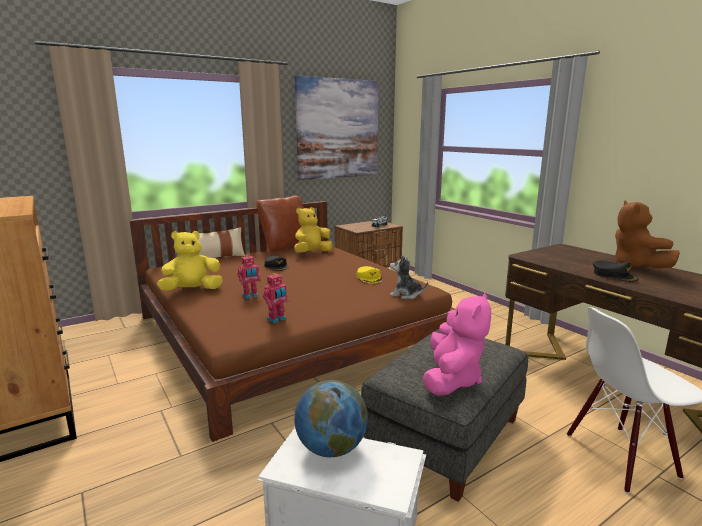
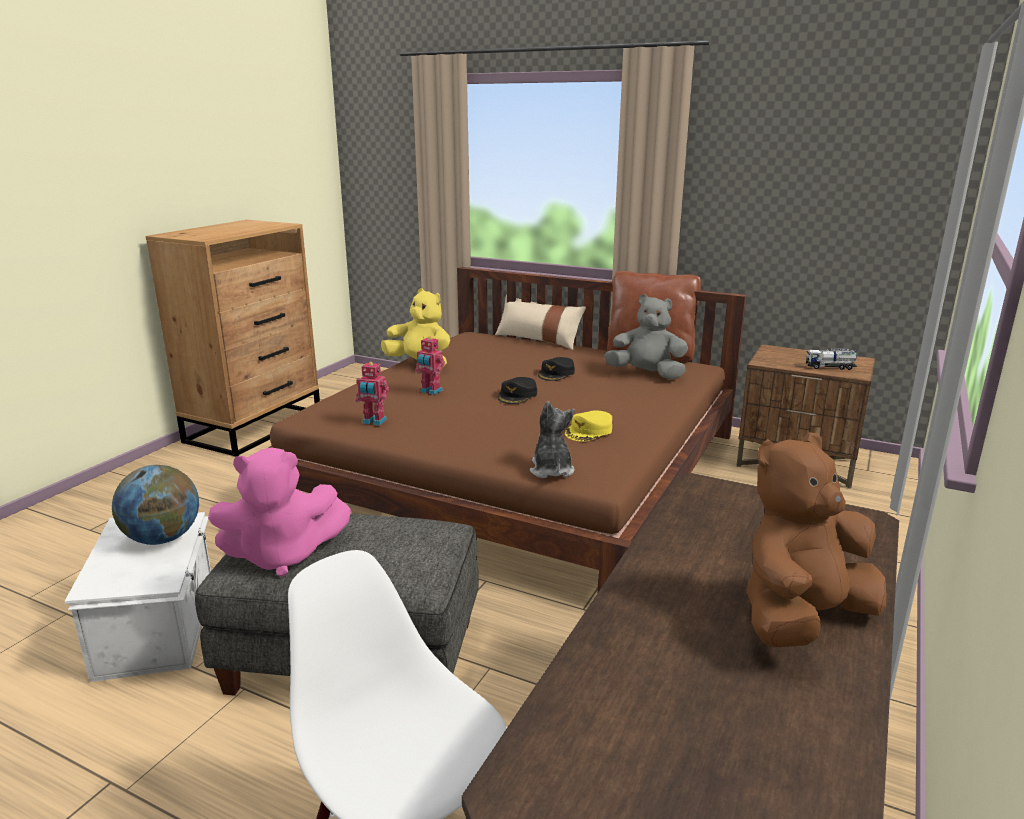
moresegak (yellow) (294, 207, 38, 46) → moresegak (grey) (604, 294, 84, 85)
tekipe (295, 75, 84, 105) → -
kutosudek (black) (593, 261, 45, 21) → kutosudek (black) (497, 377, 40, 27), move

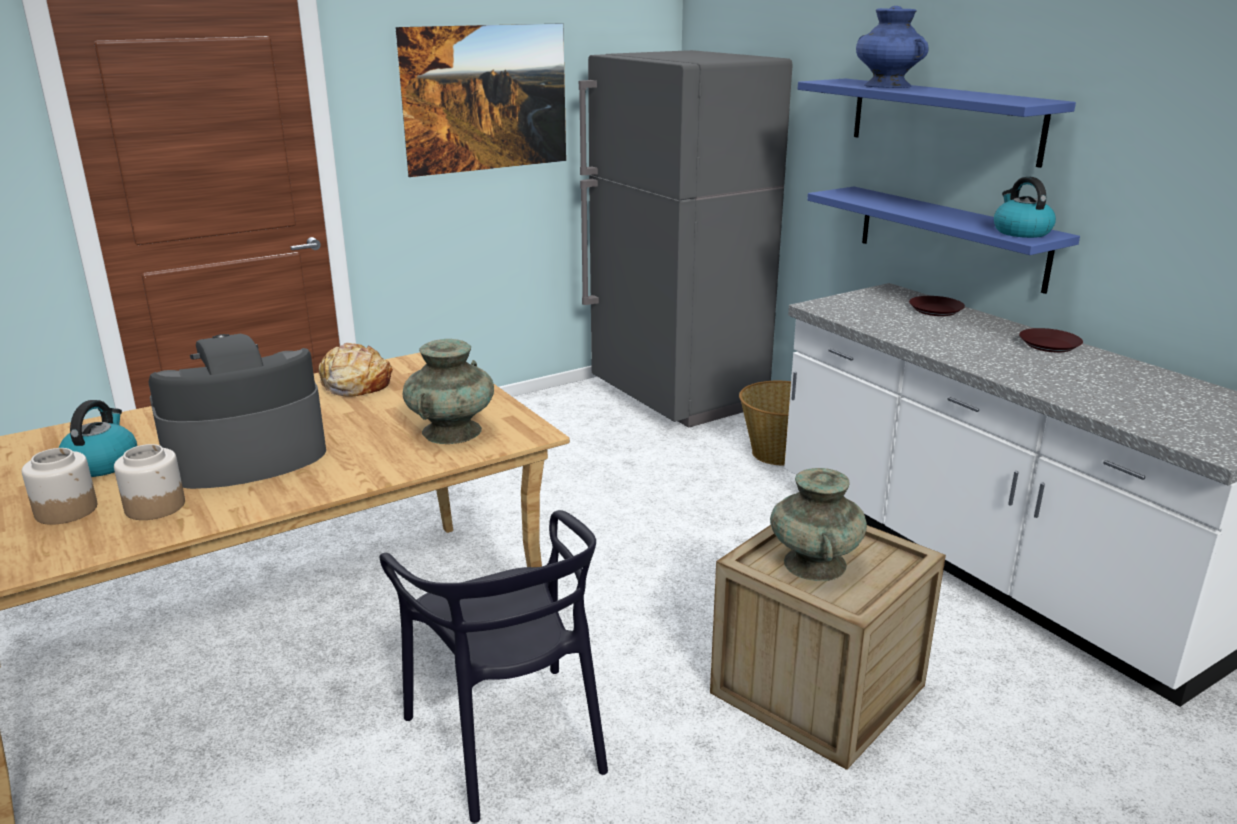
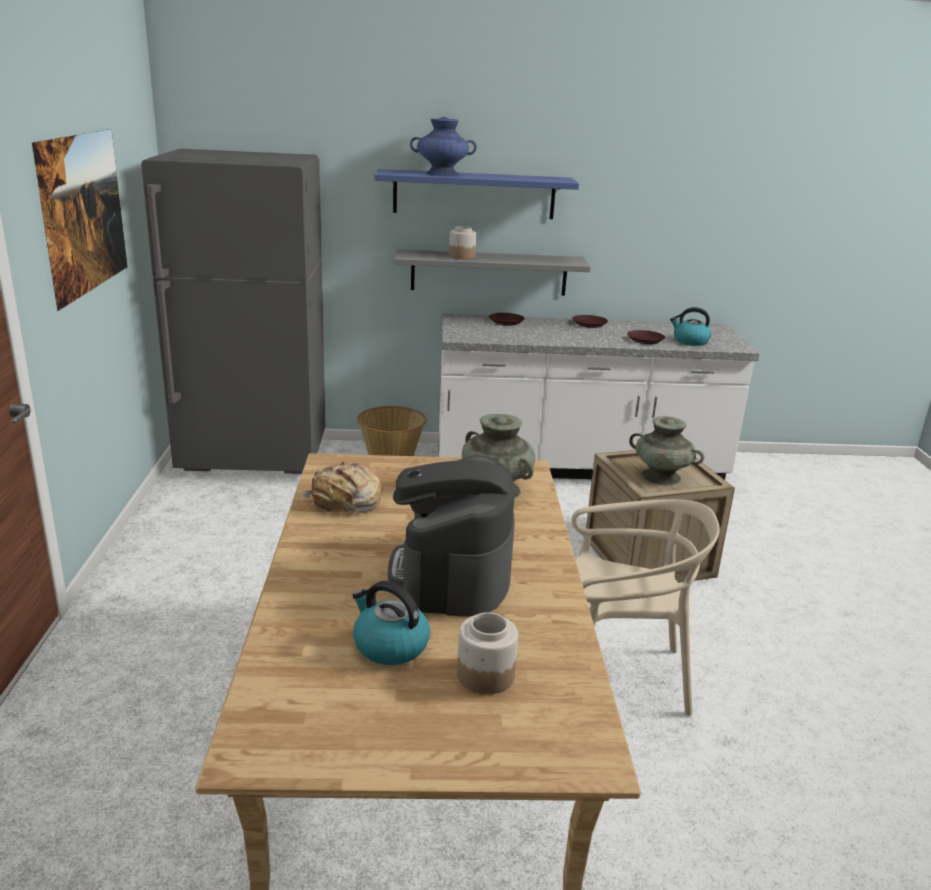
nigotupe (114, 444, 71, 76) → nigotupe (449, 226, 27, 33), move
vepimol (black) (380, 510, 228, 313) → vepimol (beige) (572, 499, 148, 217)
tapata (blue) (807, 187, 273, 107) → tapata (grey) (394, 249, 197, 47)
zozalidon (994, 177, 62, 61) → zozalidon (670, 307, 41, 39), move
- → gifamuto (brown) (627, 330, 38, 14)

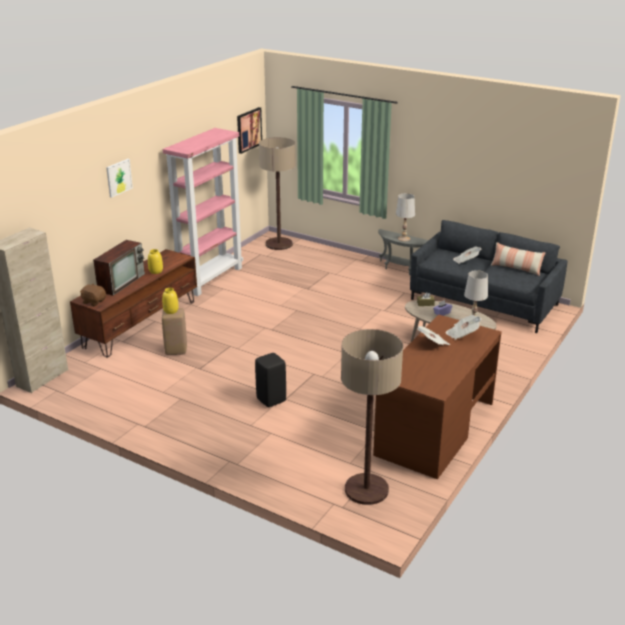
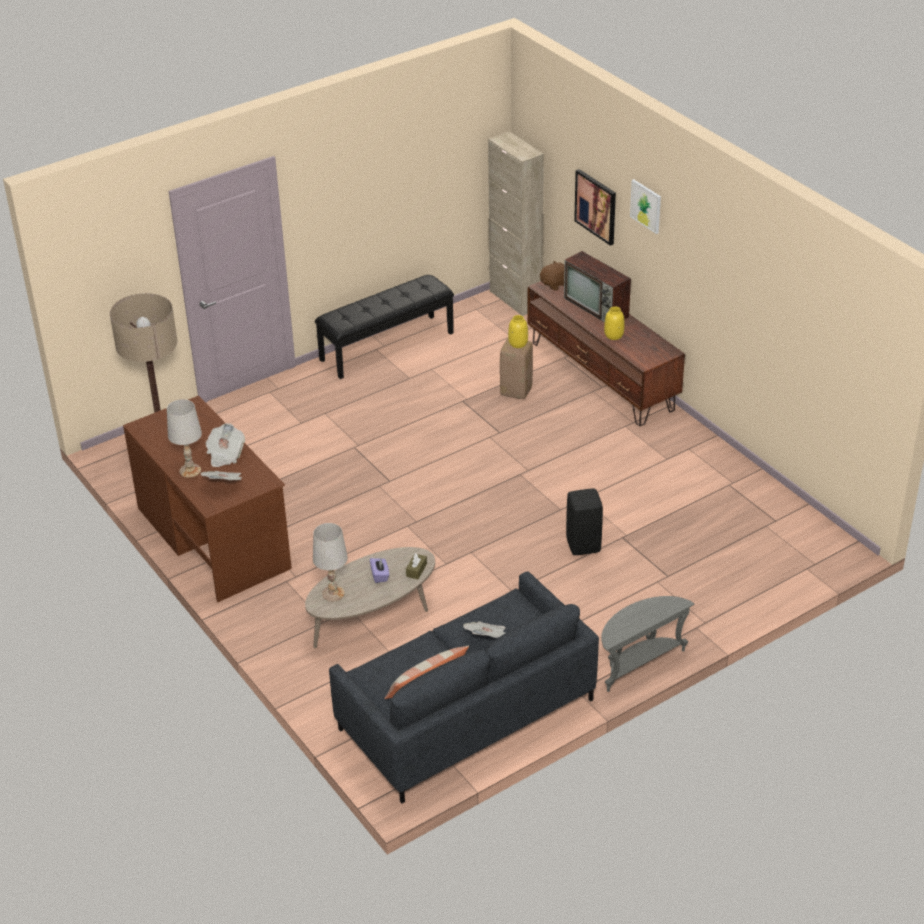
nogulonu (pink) (162, 128, 81, 168) → -
tekipe (237, 107, 25, 47) → tekipe (574, 169, 42, 77), move
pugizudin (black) (255, 353, 31, 54) → pugizudin (black) (566, 489, 37, 66), move
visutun (259, 137, 37, 113) → -
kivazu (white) (396, 193, 19, 49) → kivazu (white) (167, 399, 35, 79), move
- → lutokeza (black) (315, 275, 139, 104)

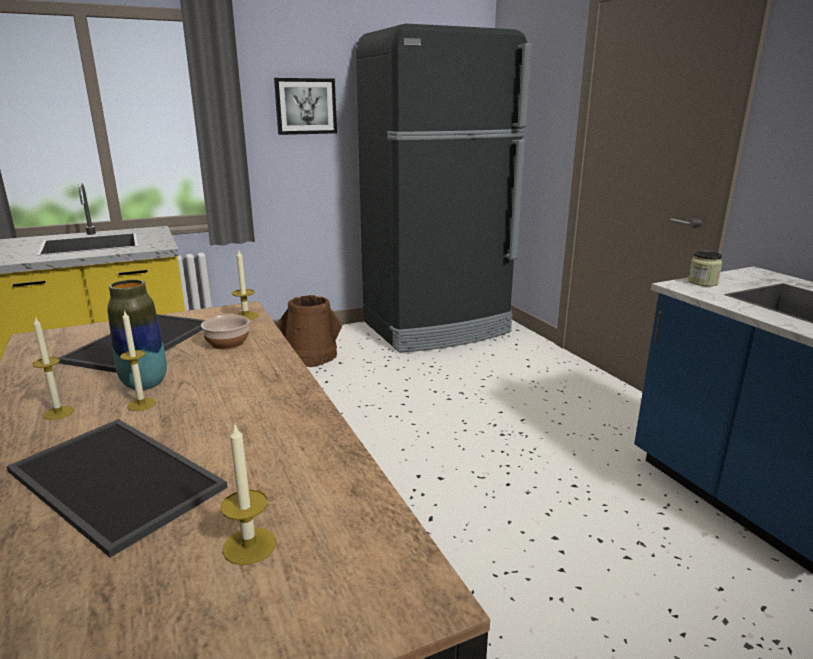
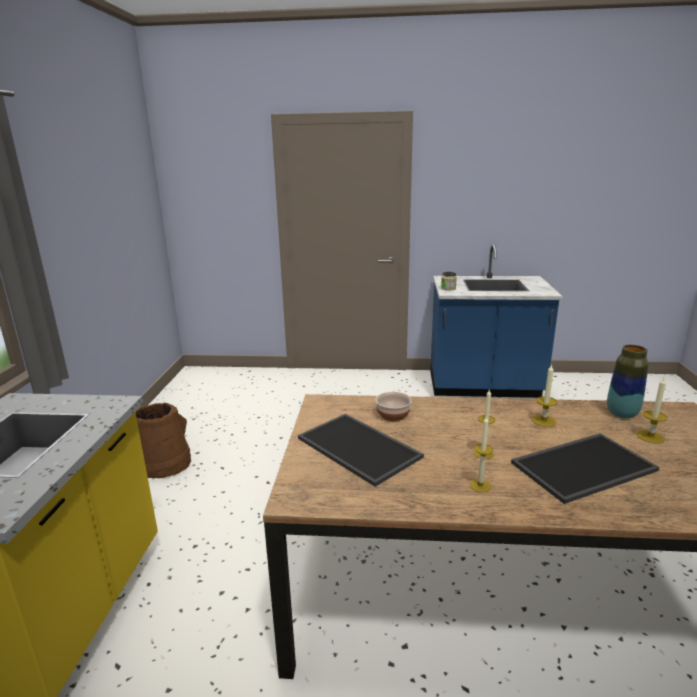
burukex (107, 279, 60, 111) → burukex (607, 345, 42, 74), move
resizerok (232, 250, 27, 70) → resizerok (532, 364, 25, 63), move
tekipe (274, 78, 63, 57) → -
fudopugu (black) (356, 24, 176, 328) → -

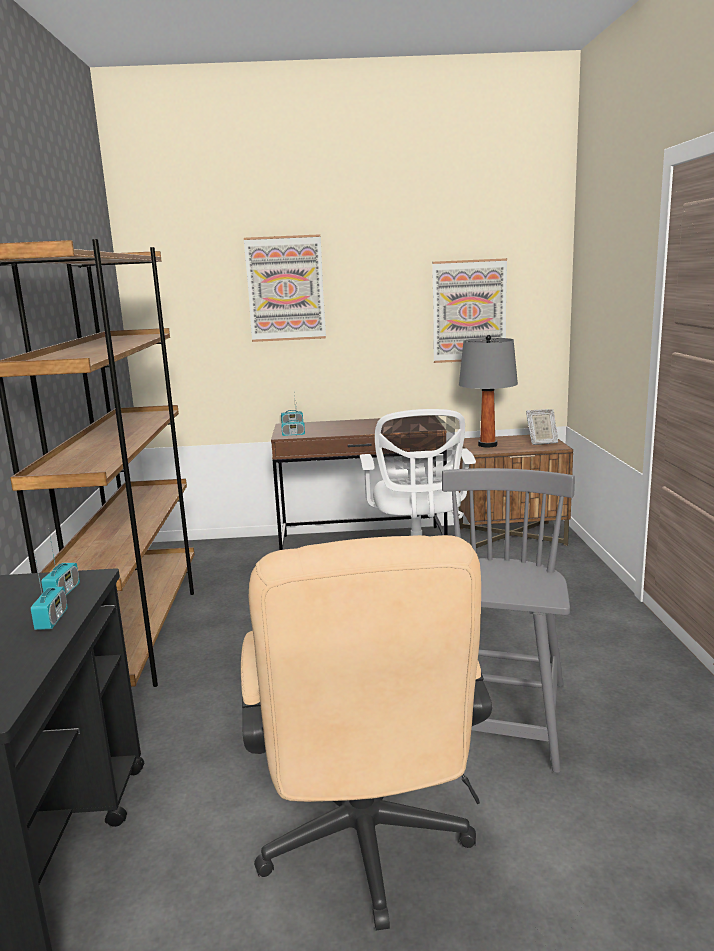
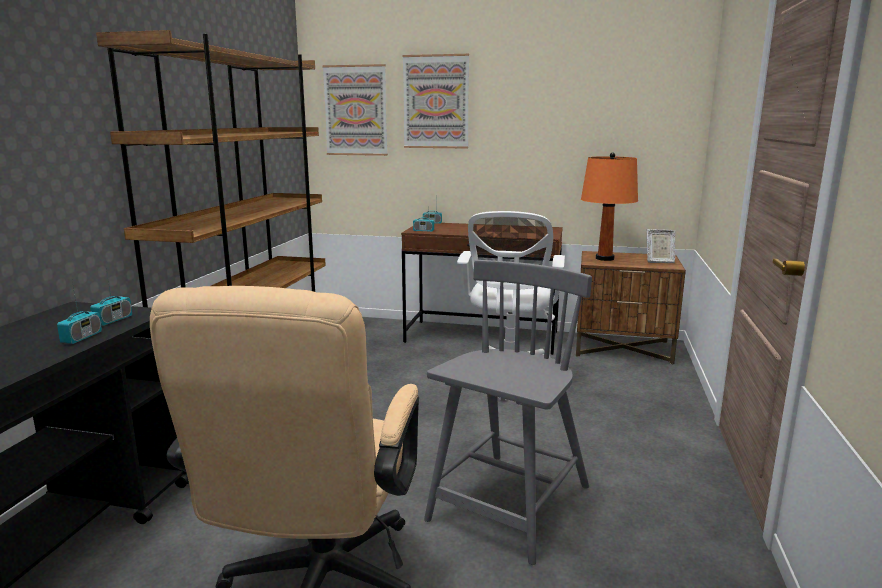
tekipe (432, 258, 75, 105) → tekipe (322, 64, 66, 92), move
kivazu (grey) (459, 335, 59, 112) → kivazu (orange) (581, 153, 57, 108)

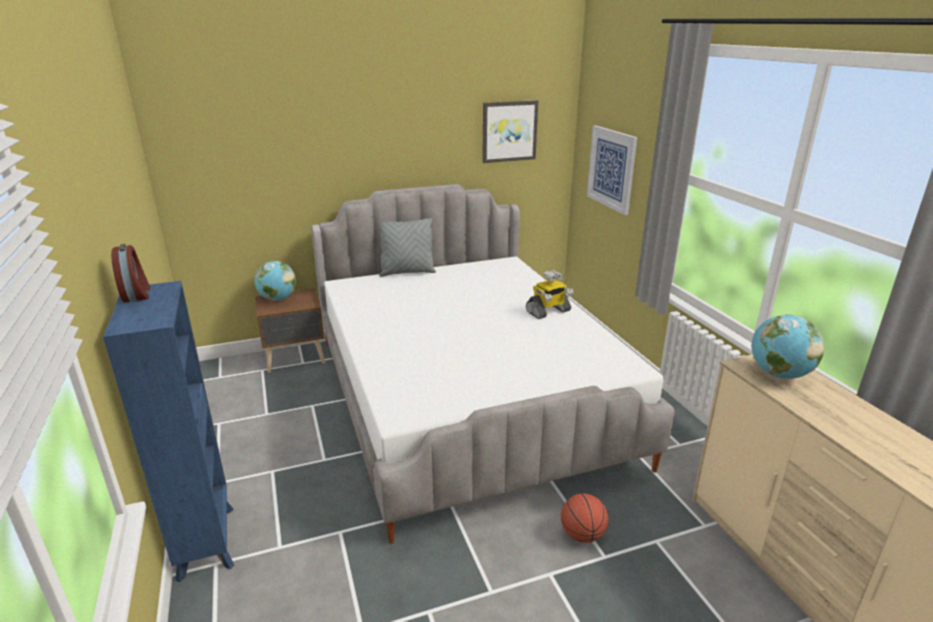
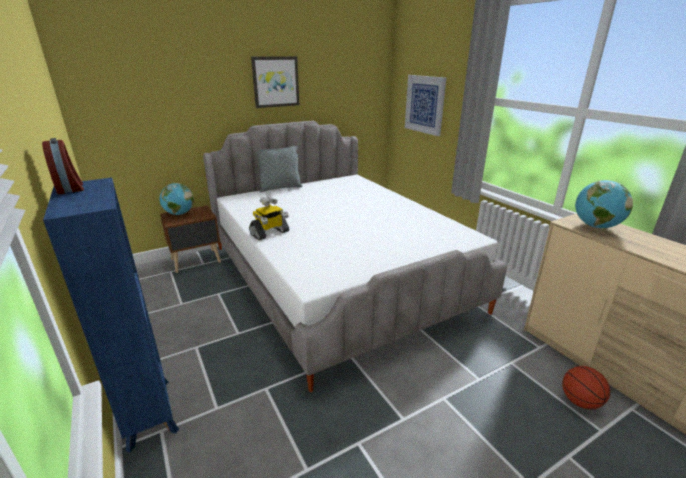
tekipe (482, 100, 56, 63) → tekipe (251, 56, 48, 52), move
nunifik (526, 270, 48, 49) → nunifik (249, 196, 40, 44), move
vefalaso (561, 493, 47, 50) → vefalaso (562, 366, 48, 43), move

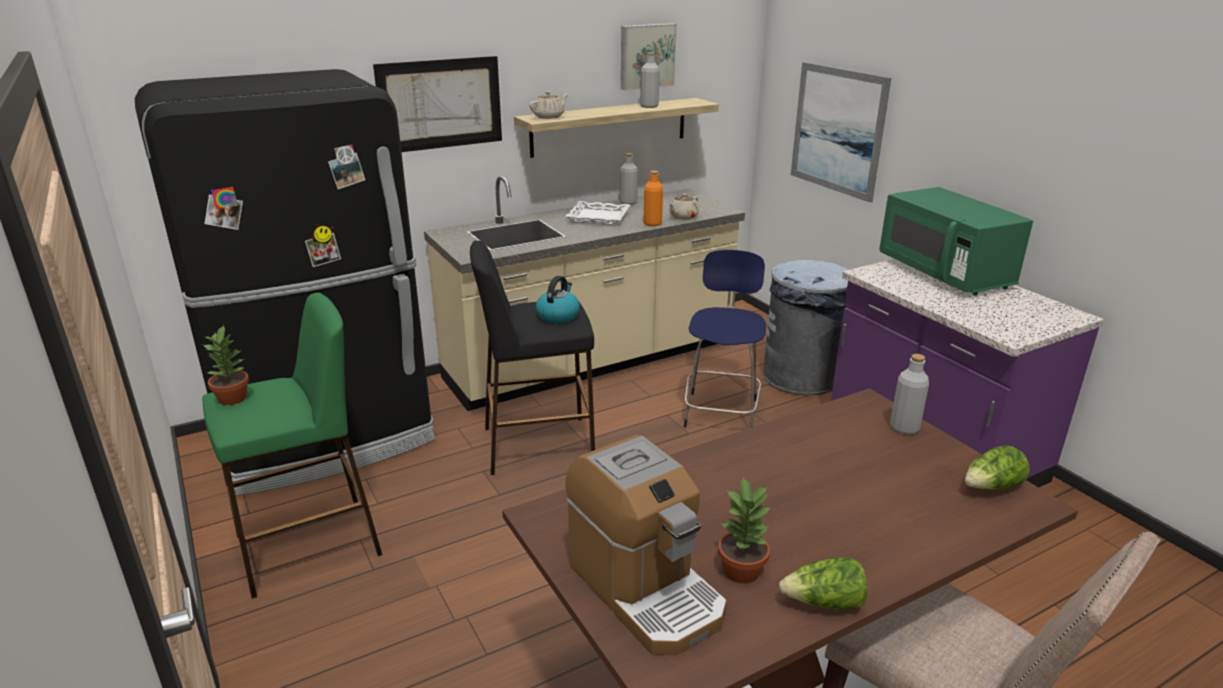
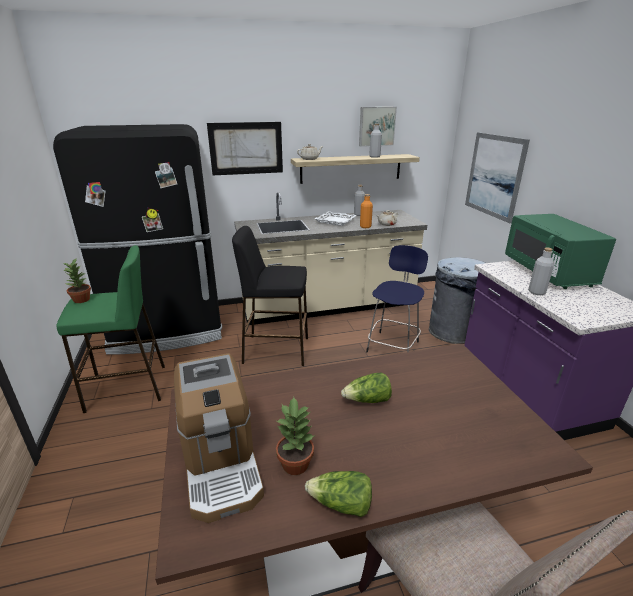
zozalidon (536, 276, 44, 47) → -
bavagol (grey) (890, 354, 39, 81) → bavagol (grey) (528, 247, 26, 48), move
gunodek (965, 445, 65, 45) → gunodek (341, 373, 51, 30), move

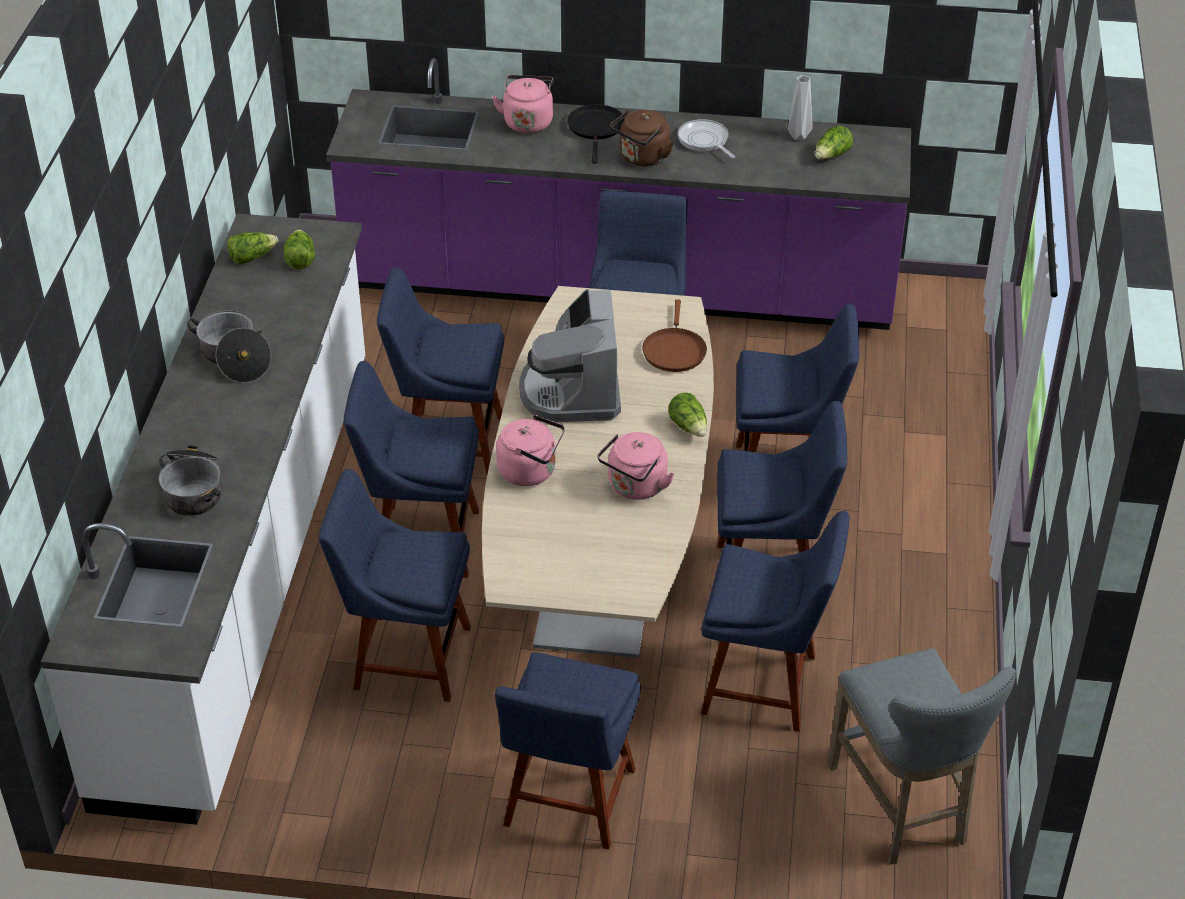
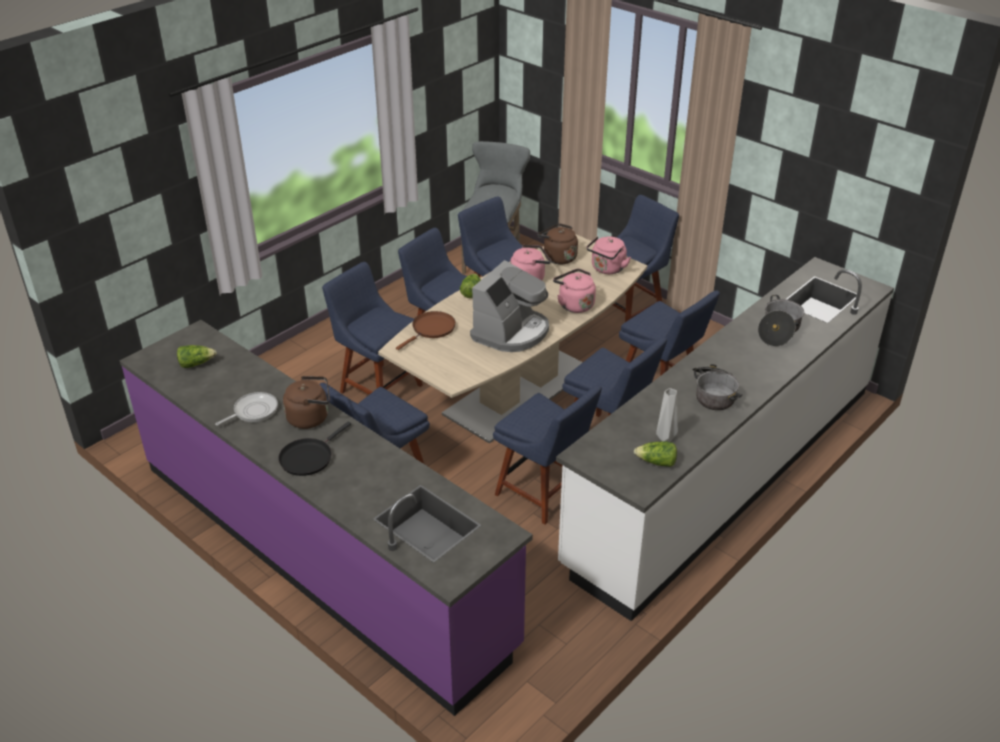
gunodek (284, 229, 31, 40) → -
zozalidon (pink) (492, 75, 62, 58) → zozalidon (pink) (587, 236, 44, 38), move
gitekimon (678, 119, 57, 39) → gitekimon (215, 392, 63, 34), 135 degrees counterclockwise
burukex (grey) (788, 75, 24, 65) → burukex (grey) (656, 388, 22, 54), move
- → zozalidon (brown) (538, 223, 40, 41)

